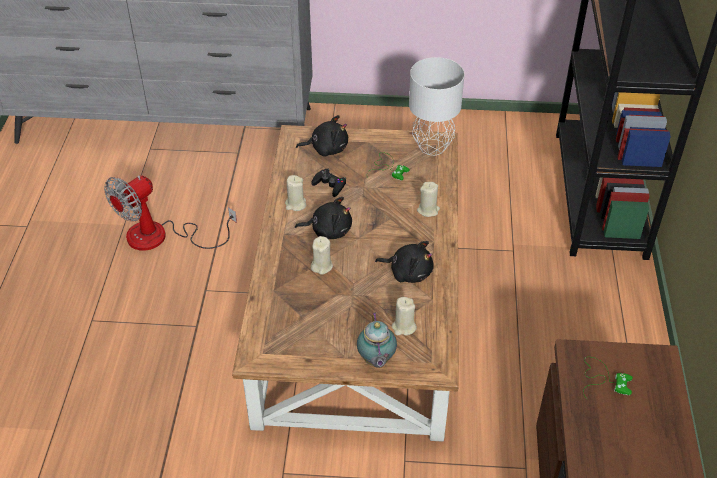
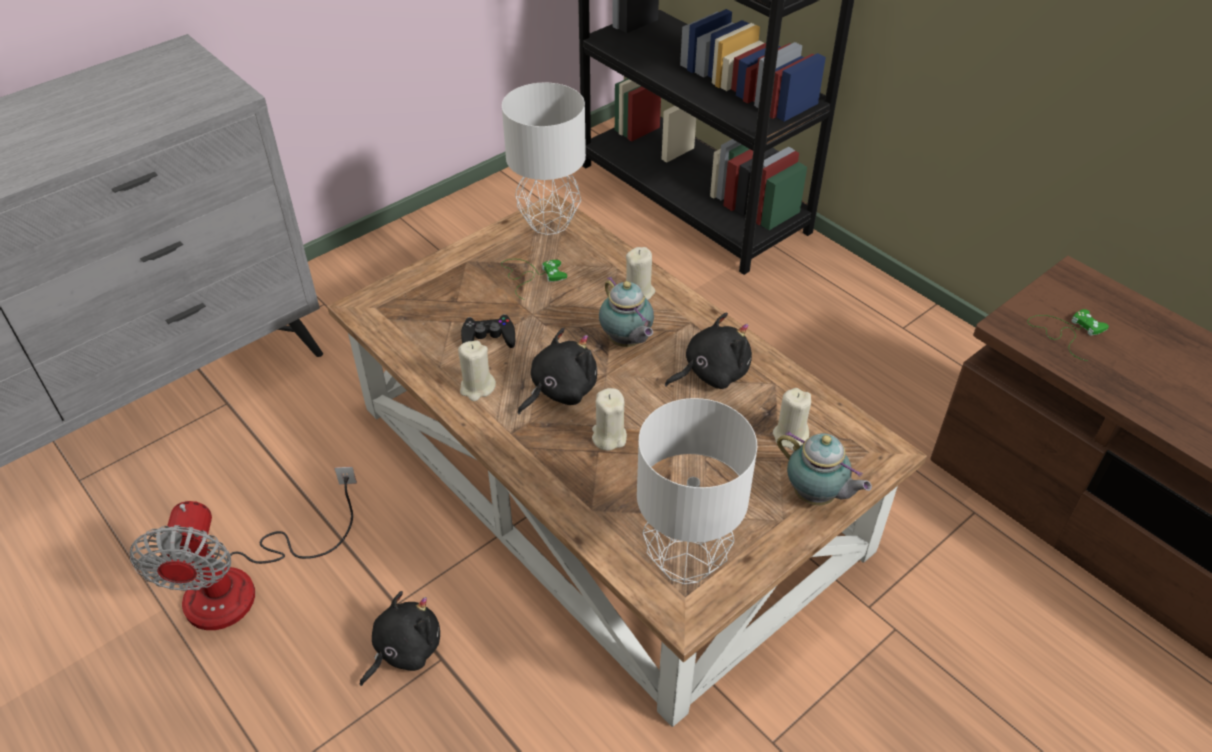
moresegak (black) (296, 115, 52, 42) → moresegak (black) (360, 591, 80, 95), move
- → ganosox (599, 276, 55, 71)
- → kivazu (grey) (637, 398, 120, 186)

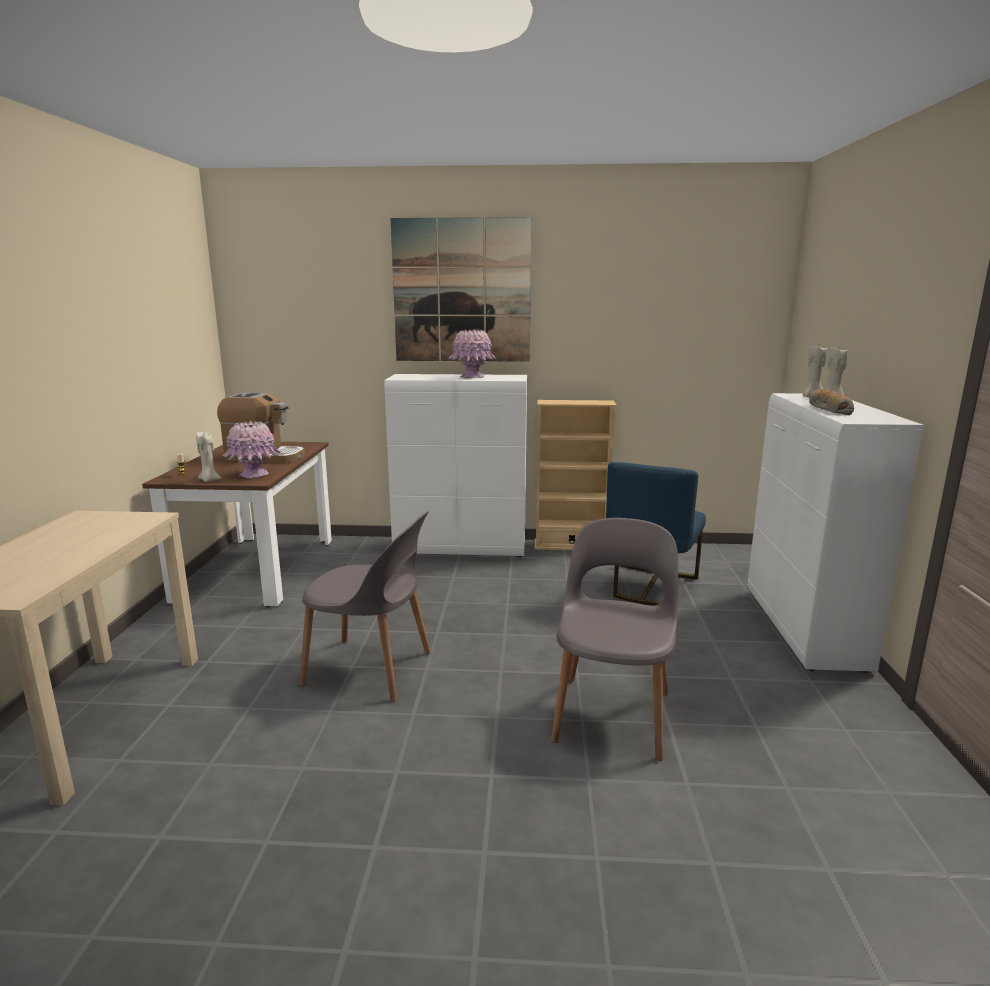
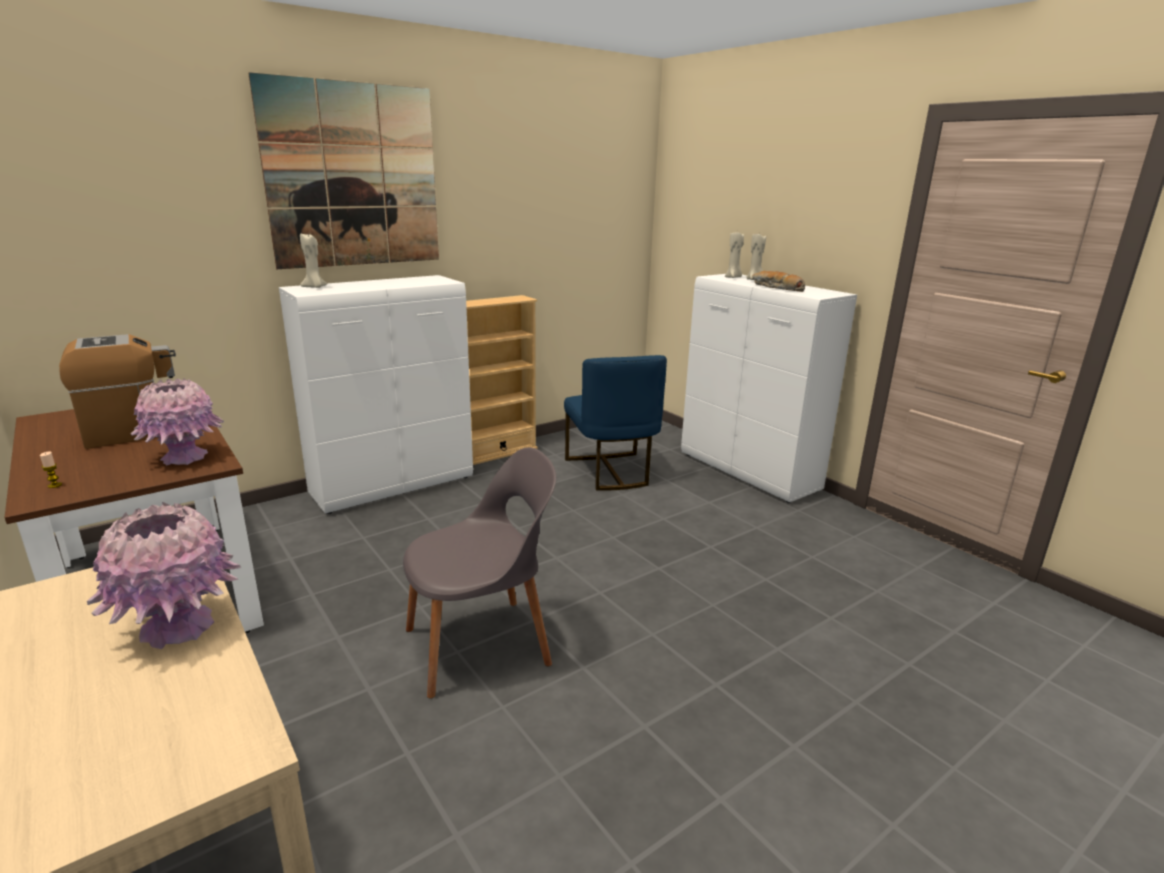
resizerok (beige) (196, 432, 25, 50) → resizerok (beige) (300, 233, 27, 55), move
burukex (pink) (449, 329, 47, 49) → burukex (pink) (87, 502, 154, 147), move
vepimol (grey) (551, 518, 127, 243) → -

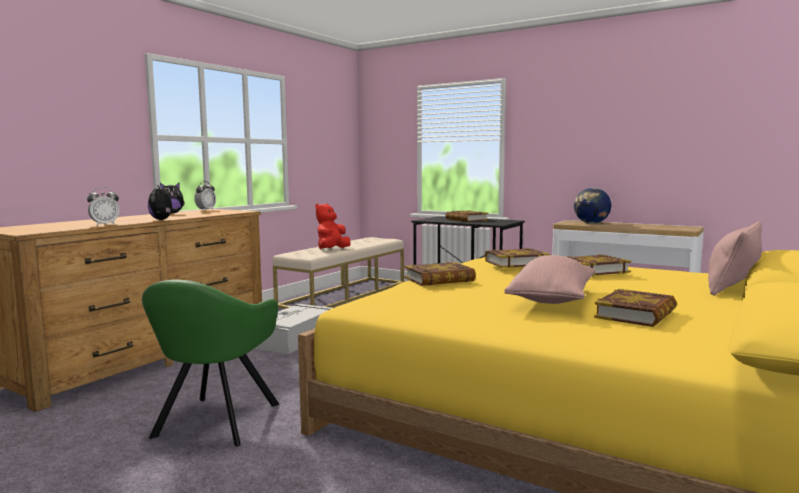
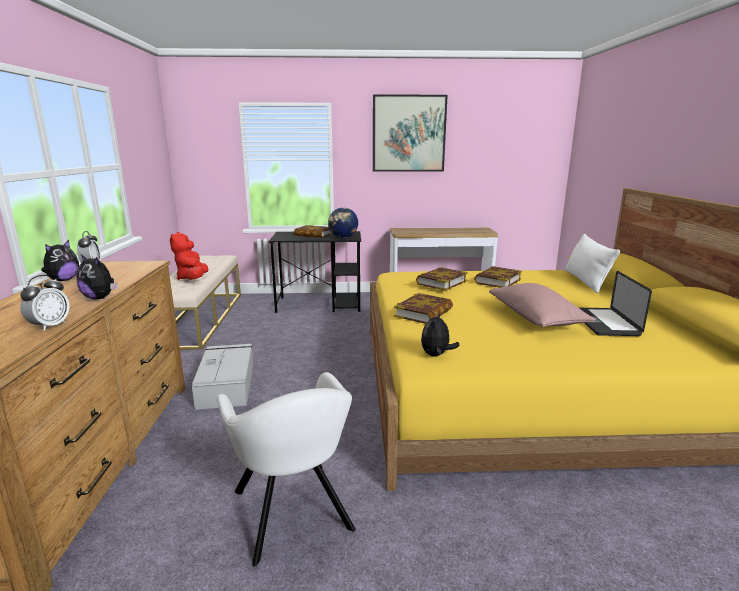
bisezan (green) (142, 280, 137, 167) → bisezan (white) (217, 372, 139, 194)
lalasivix (574, 188, 37, 36) → lalasivix (328, 207, 30, 31), move
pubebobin (594, 289, 83, 38) → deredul (580, 271, 72, 65)
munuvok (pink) (708, 221, 54, 75) → munuvok (white) (565, 234, 55, 59)
- → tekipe (373, 94, 75, 78)
- → moresegak (421, 311, 38, 45)

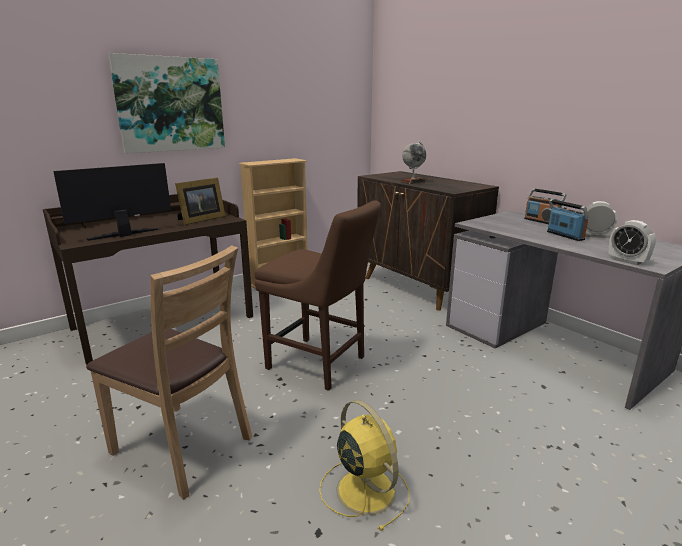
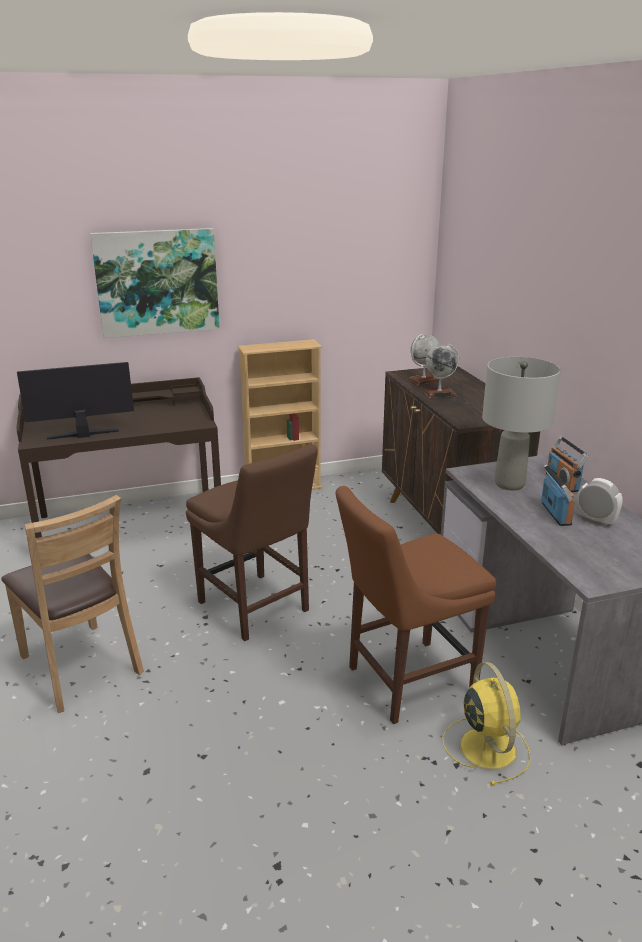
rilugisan (175, 177, 50, 48) → -
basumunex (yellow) (319, 400, 90, 131) → basumunex (yellow) (443, 662, 88, 124), move
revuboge (609, 220, 47, 45) → -
- → vepimol (brown) (336, 486, 160, 238)
- → lalasivix (407, 334, 33, 52)
- → kivazu (grey) (482, 357, 79, 134)

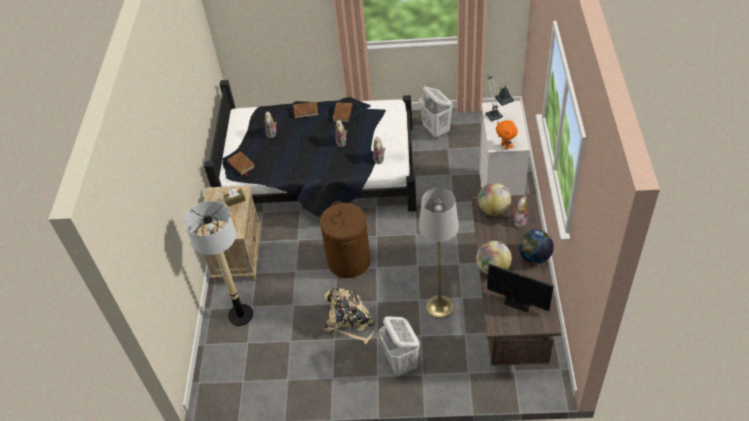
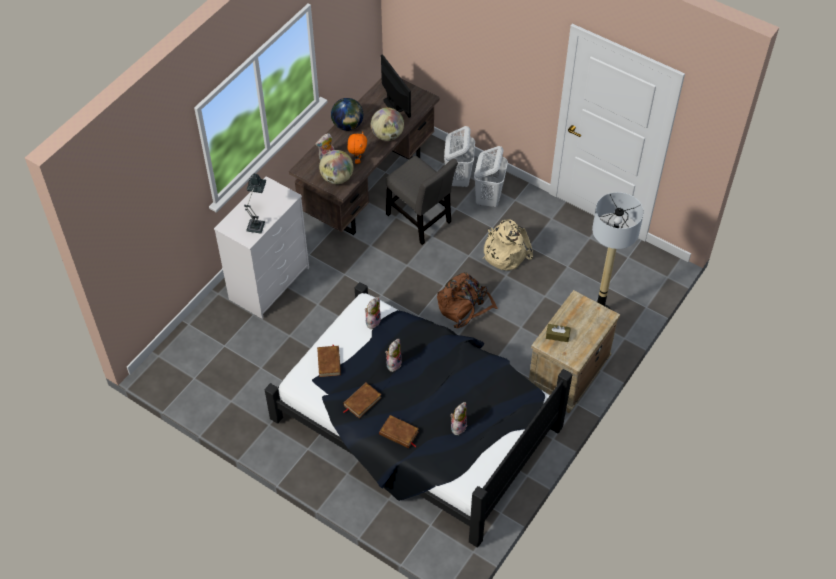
pubebobin (brown) (227, 151, 28, 25) → pubebobin (brown) (317, 345, 24, 32), move
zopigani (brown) (319, 201, 52, 77) → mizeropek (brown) (437, 273, 61, 55)
zopigani (white) (419, 87, 33, 52) → zopigani (white) (444, 126, 31, 61), move
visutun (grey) (419, 188, 40, 131) → vepimol (grey) (386, 156, 72, 89)
moresegak (orange) (496, 120, 22, 30) → moresegak (orange) (347, 132, 20, 32), move

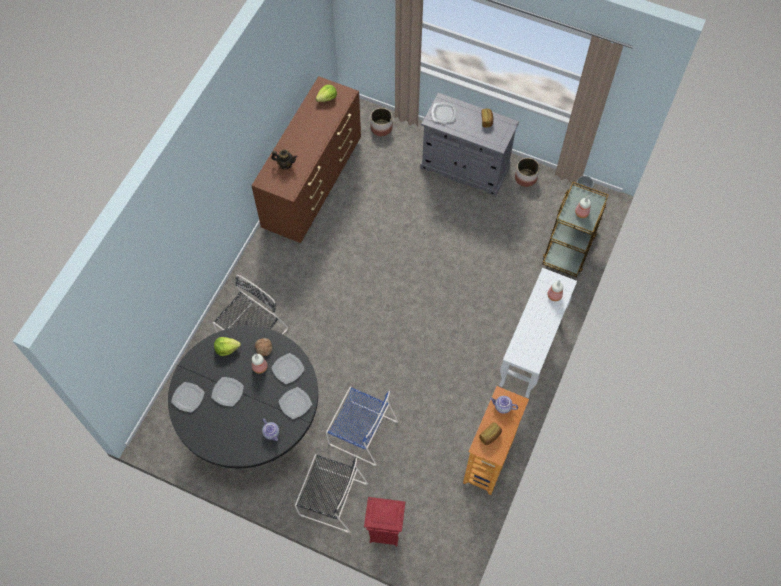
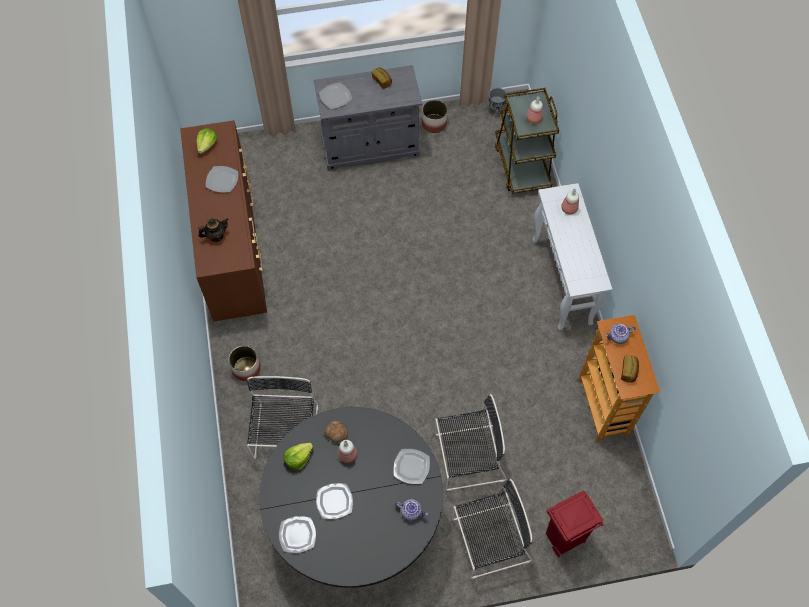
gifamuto (271, 353, 34, 31) → gifamuto (206, 166, 32, 27), move
vepimol (blue) (326, 387, 72, 79) → vepimol (black) (434, 394, 73, 97)
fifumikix (370, 108, 22, 28) → fifumikix (229, 346, 32, 35), move

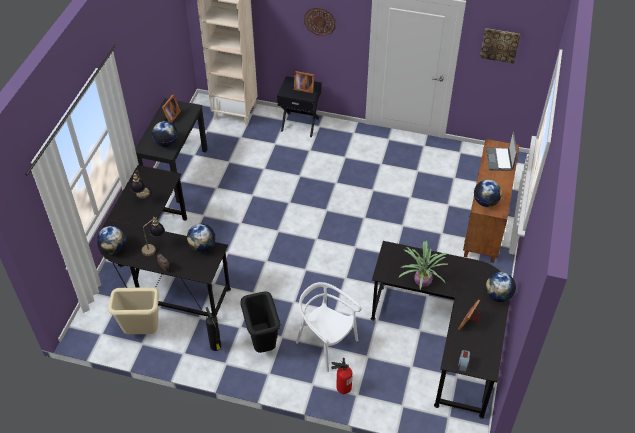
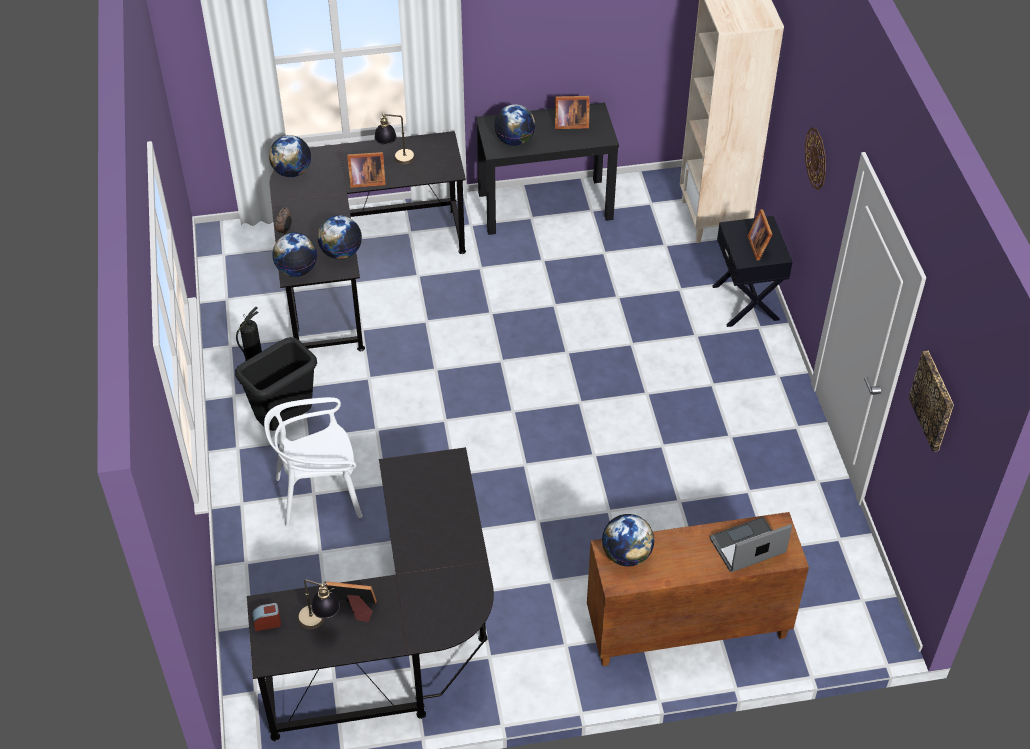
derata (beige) (108, 287, 51, 47) → -
kivazu (141, 217, 24, 39) → kivazu (298, 579, 42, 50), move
vepimol (white) (296, 282, 65, 90) → vepimol (white) (264, 397, 99, 130), 120 degrees counterclockwise
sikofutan (331, 358, 22, 36) → -
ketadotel (398, 240, 50, 50) → -
lalasivix (485, 272, 31, 30) → lalasivix (273, 233, 44, 44), move
- → rilugisan (347, 152, 39, 36)

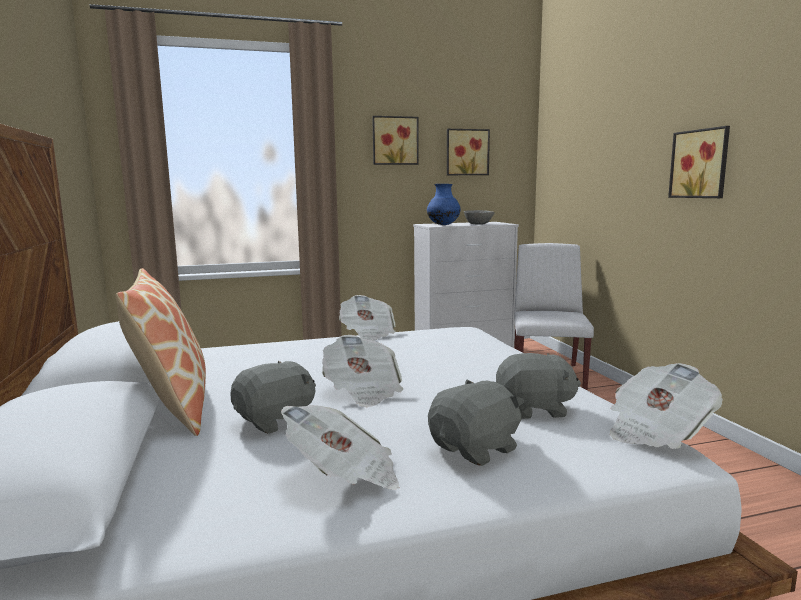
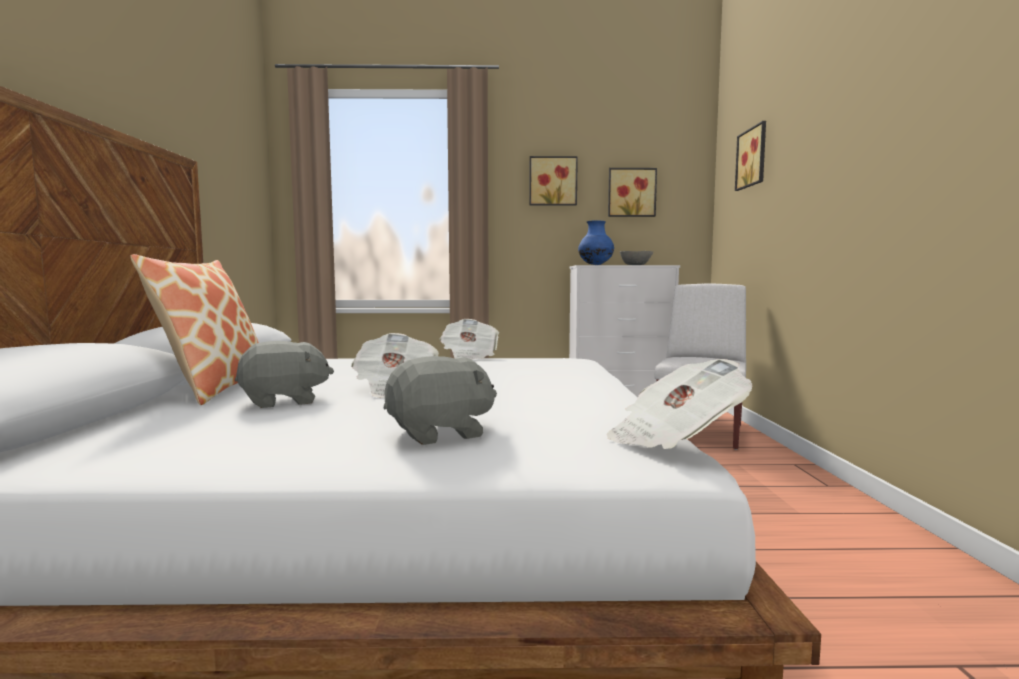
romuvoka (281, 405, 119, 85) → -
moresegak (grey) (496, 353, 85, 66) → -
tekipe (668, 126, 62, 72) → tekipe (735, 121, 31, 70), move

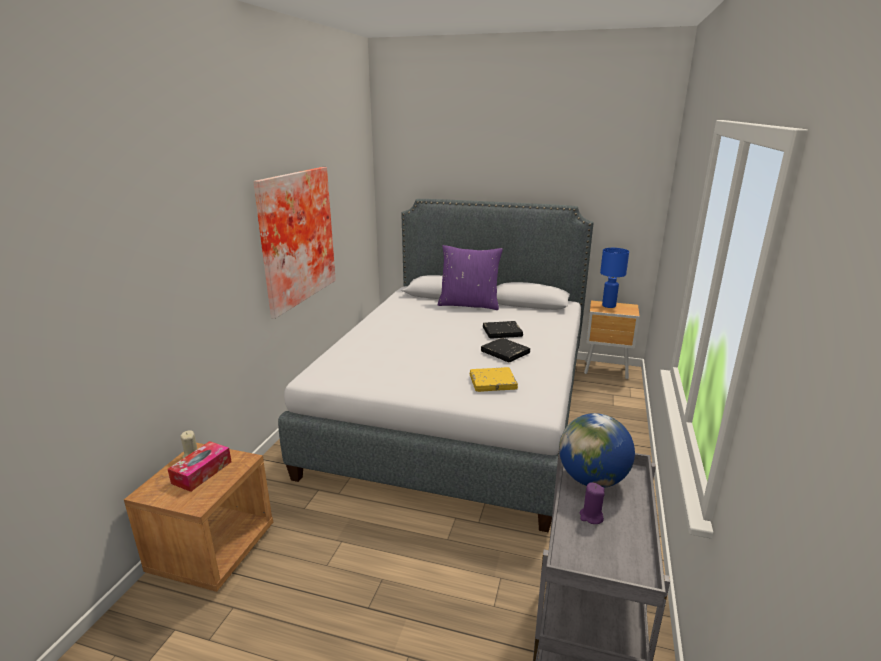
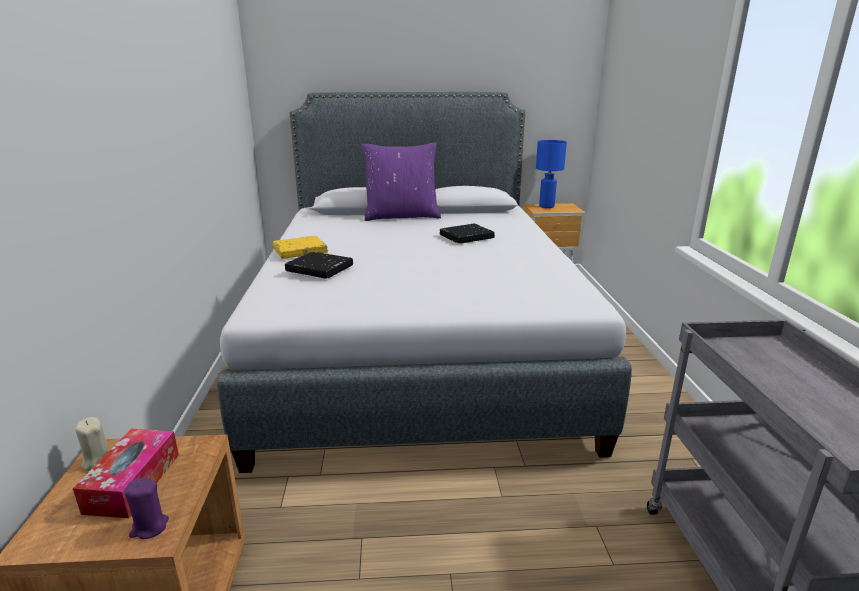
tekipe (253, 167, 83, 152) → -
pubebobin (yellow) (470, 367, 48, 25) → pubebobin (yellow) (273, 236, 55, 23), move
pubebobin (black) (481, 338, 49, 24) → pubebobin (black) (285, 251, 68, 28), move
lalasivix (559, 413, 76, 75) → -
resizerok (purple) (580, 482, 25, 42) → resizerok (purple) (125, 478, 44, 61), move

